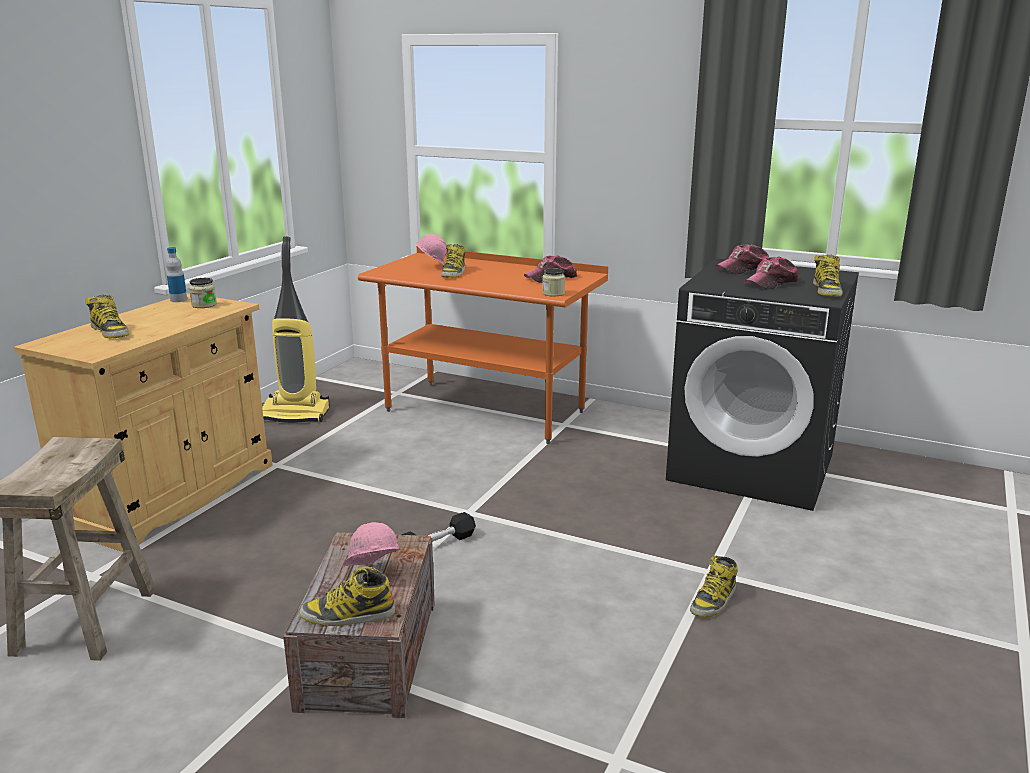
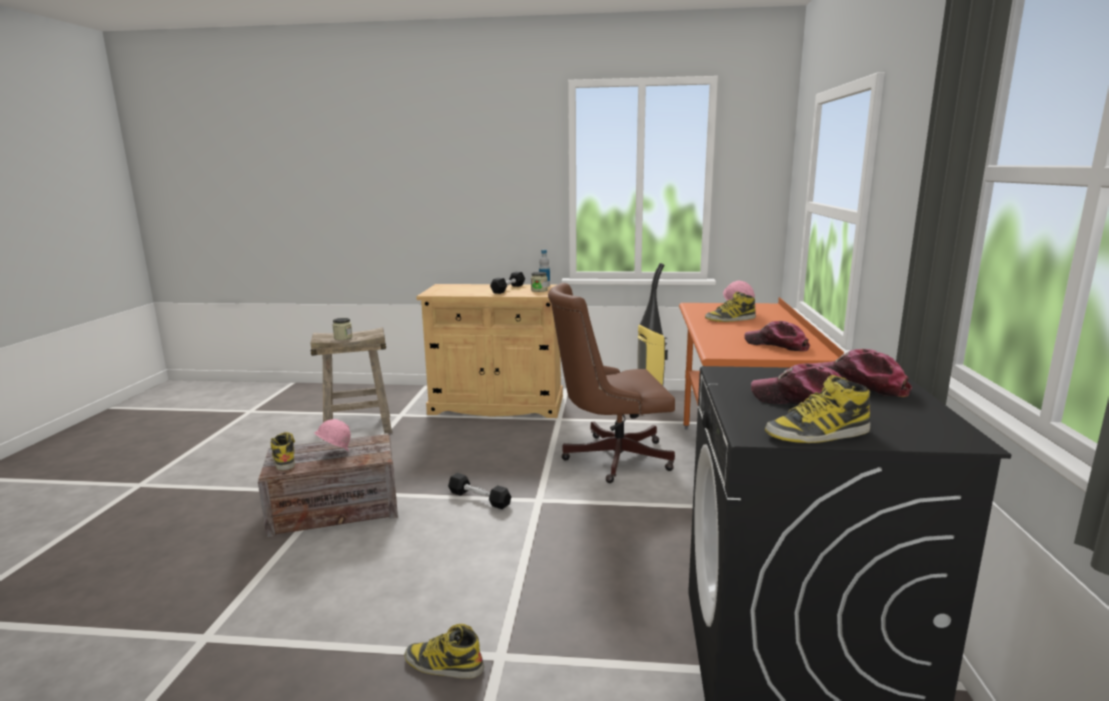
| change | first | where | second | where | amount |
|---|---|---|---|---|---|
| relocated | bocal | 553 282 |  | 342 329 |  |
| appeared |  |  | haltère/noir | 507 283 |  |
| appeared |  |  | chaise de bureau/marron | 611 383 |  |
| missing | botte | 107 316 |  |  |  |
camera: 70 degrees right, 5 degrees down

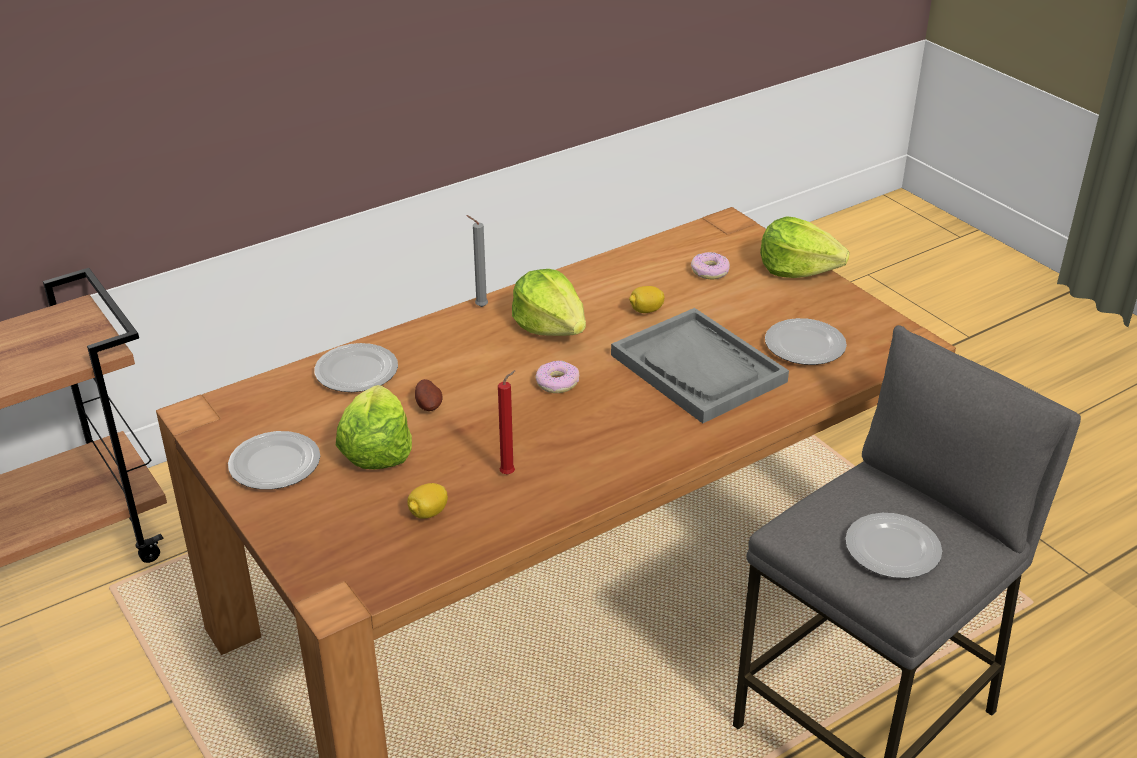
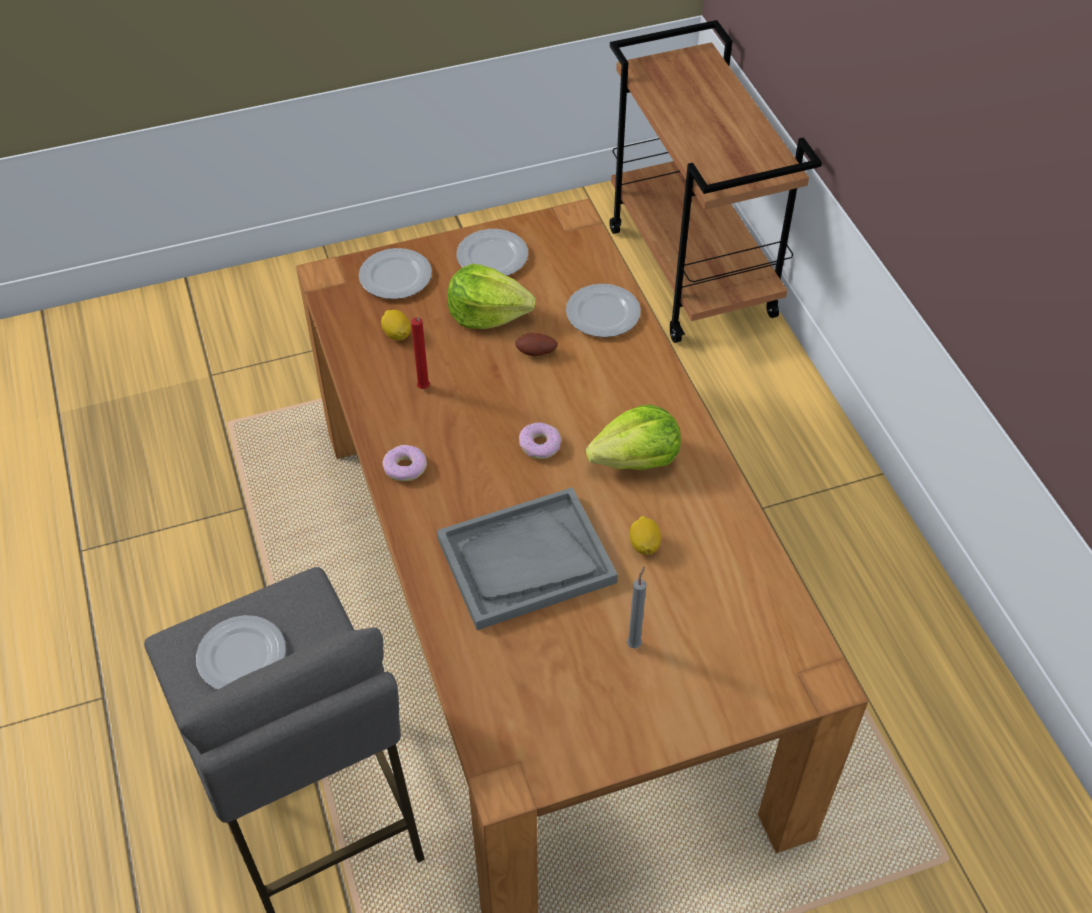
| change | first | where | second | where | amount |
|---|---|---|---|---|---|
| relocated | assiette | 806 341 |  | 395 273 |  |
| relocated | beignet | 710 265 |  | 405 463 |  |
| relocated | bougie/gris | 477 261 |  | 636 607 |  |
| missing | laitue | 805 247 |  |  |  |
camera: 105 degrees right, 15 degrees up

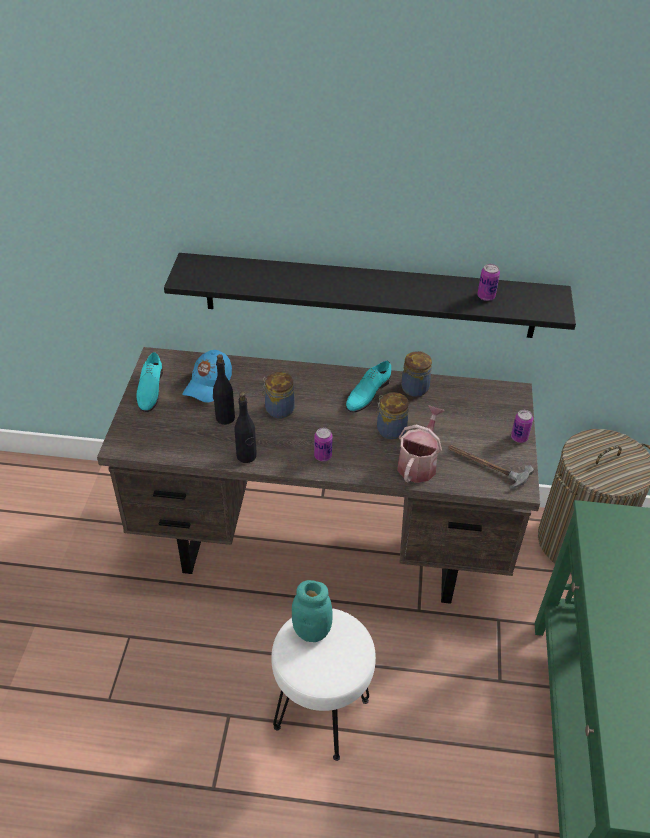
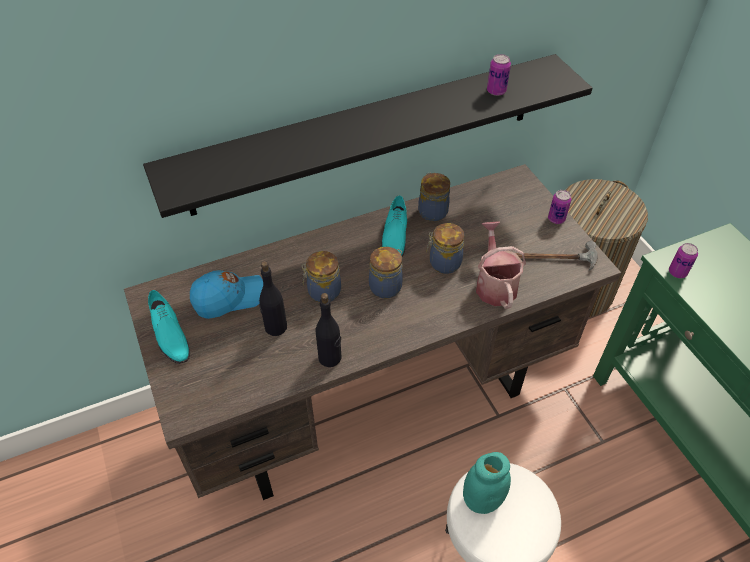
| change | first | where | second | where | amount |
|---|---|---|---|---|---|
| spun | casquette/bleu | 207 376 |  | 226 294 | 105 degrees counterclockwise |
| appeared |  |  | bocal | 386 272 |  |
| relocated | boîte métallique | 323 444 |  | 683 260 |  |
camera: 30 degrees left, 5 degrees up

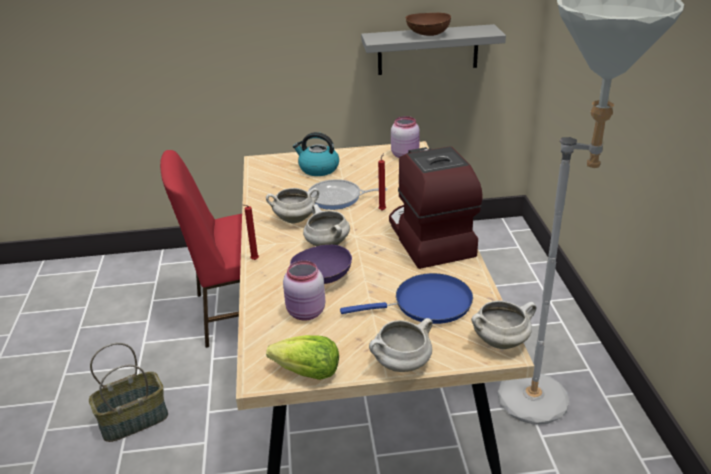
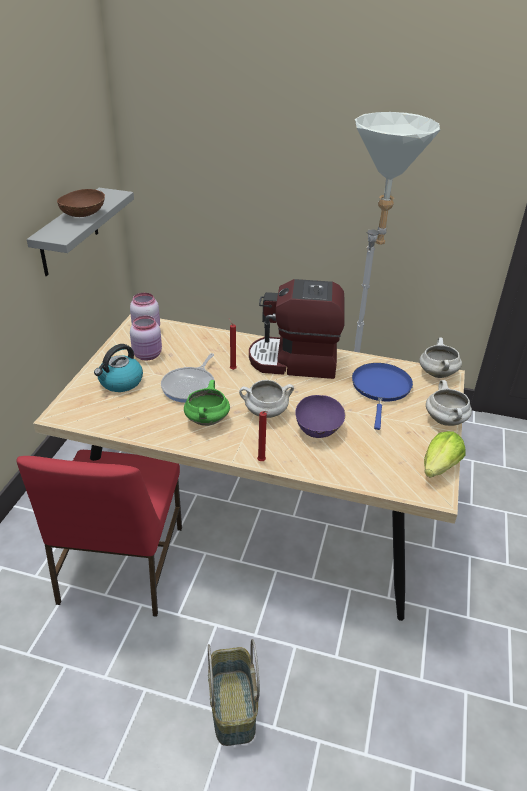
| change | first | where | second | where | amount |
|---|---|---|---|---|---|
| relocated | bocal/rose | 304 290 |  | 146 338 |  |
| colour | marmite/blanc | 292 206 | marmite/vert | 207 403 |  |
camera: 70 degrees left, 5 degrees up

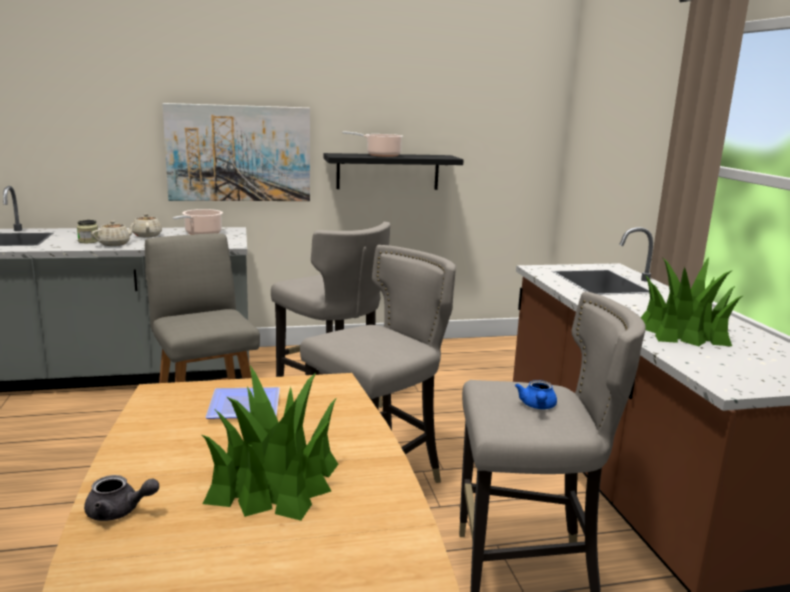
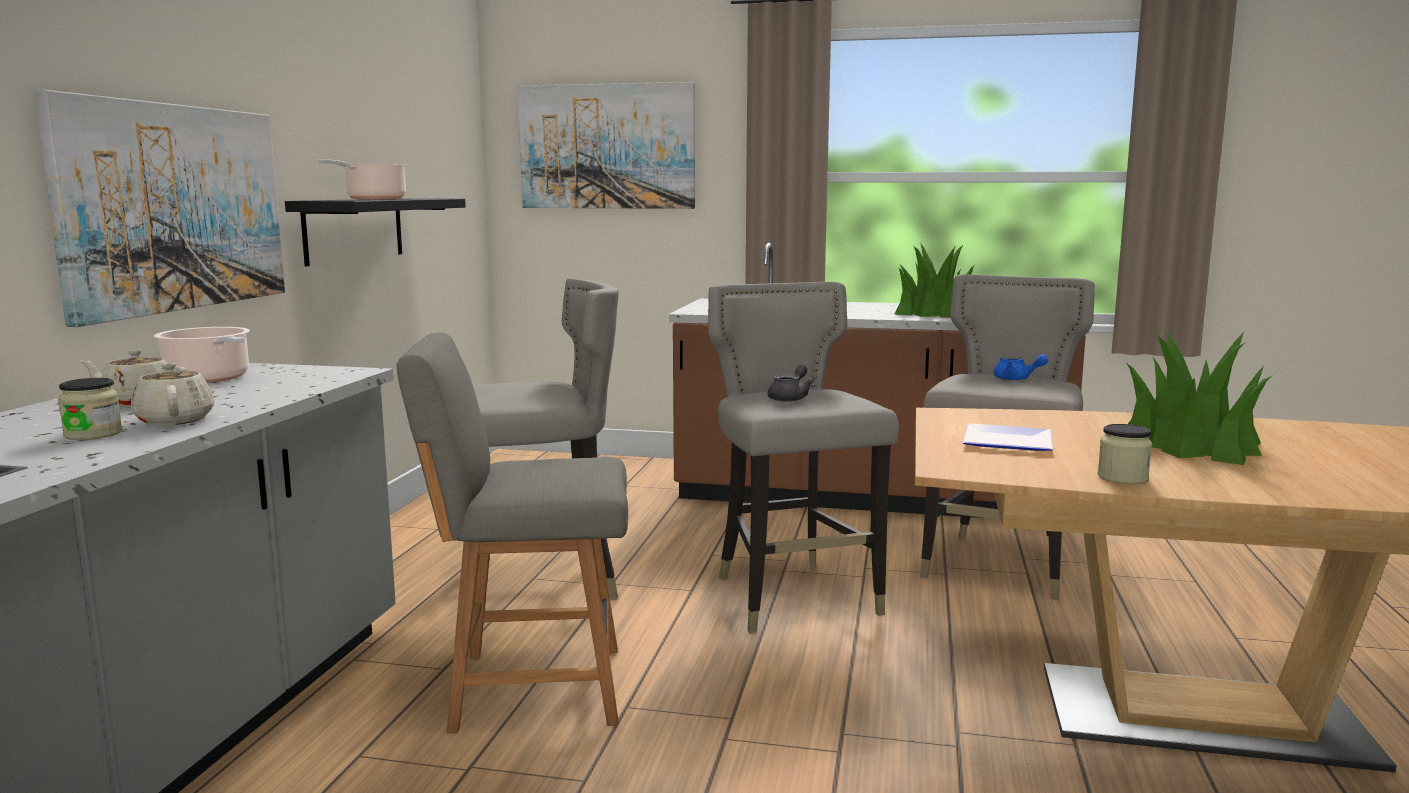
| change | first | where | second | where | amount |
|---|---|---|---|---|---|
| appeared |  |  | tableau | 606 145 |  |
| relocated | théière/gris | 121 498 |  | 791 383 |  |
| appeared |  |  | bocal | 1125 454 |  |
camera: 65 degrees left, 5 degrees down

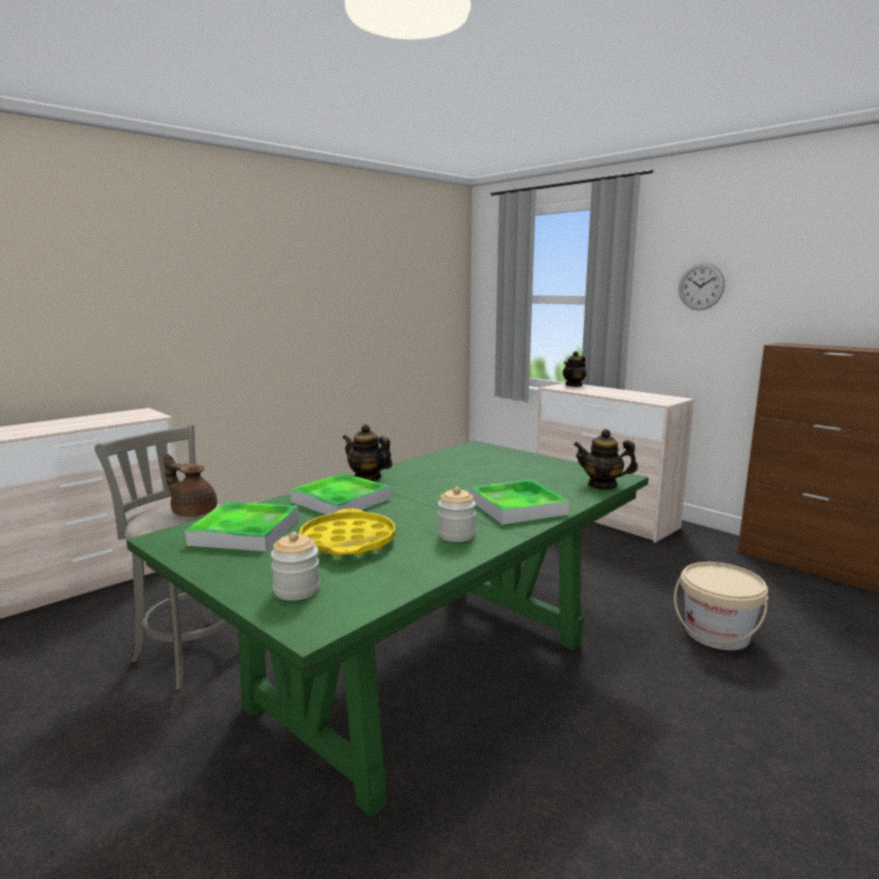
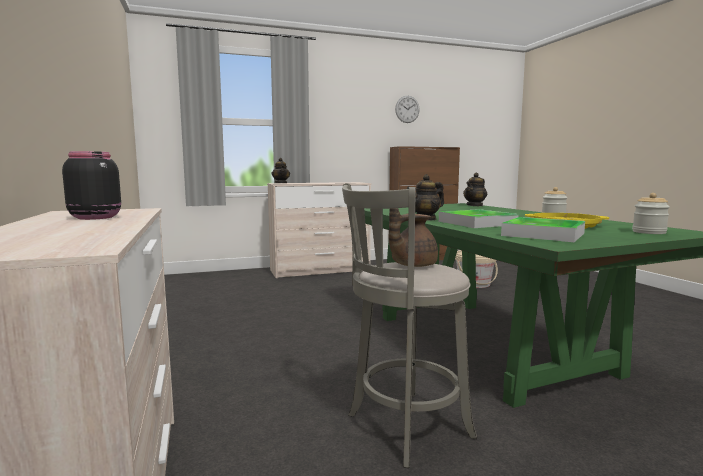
| change | first | where | second | where | amount |
|---|---|---|---|---|---|
| appeared |  |  | bocal/noir | 91 185 |  |
| relocated | horloge murale | 702 286 |  | 407 109 |  |
| missing | plateau | 519 502 |  |  |  |
camera: 65 degrees left, 5 degrees down

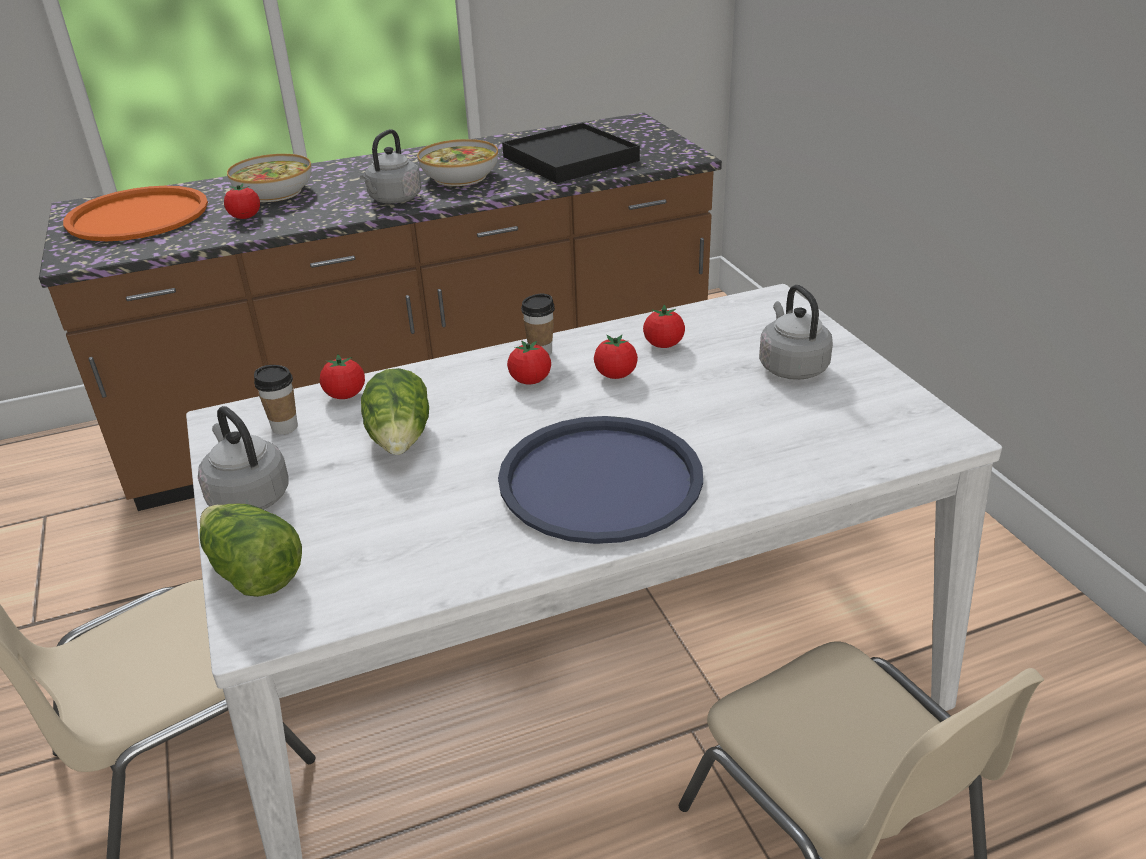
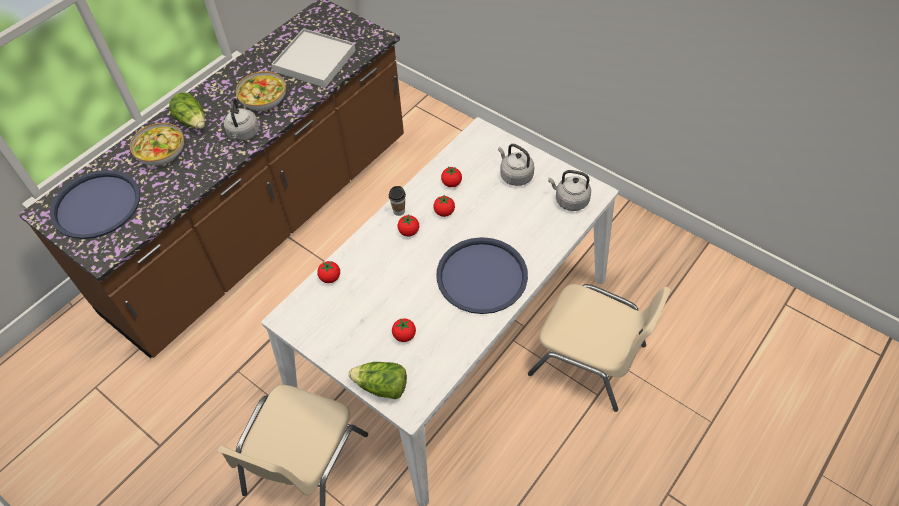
| change | first | where | second | where | amount |
|---|---|---|---|---|---|
| colour | plateau/orange | 135 213 | plateau/bleu | 95 204 |  |
| relocated | laitue | 395 411 |  | 187 110 |  |
| colour | plateau/noir | 571 153 | plateau/blanc | 313 58 |  |
| relocated | tomate | 242 201 |  | 404 330 |  |
| relocated | bouilloire/gris | 243 458 |  | 569 190 |  |
| missing | tasse | 276 399 |  |  |  |
camera: 30 degrees left, 20 degrees up

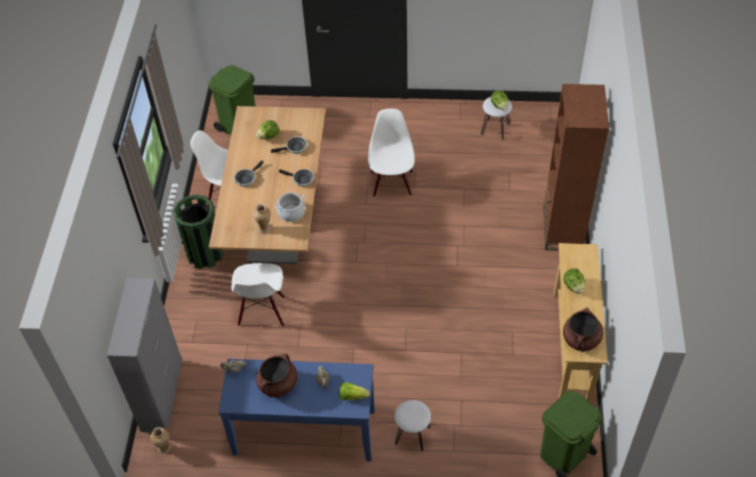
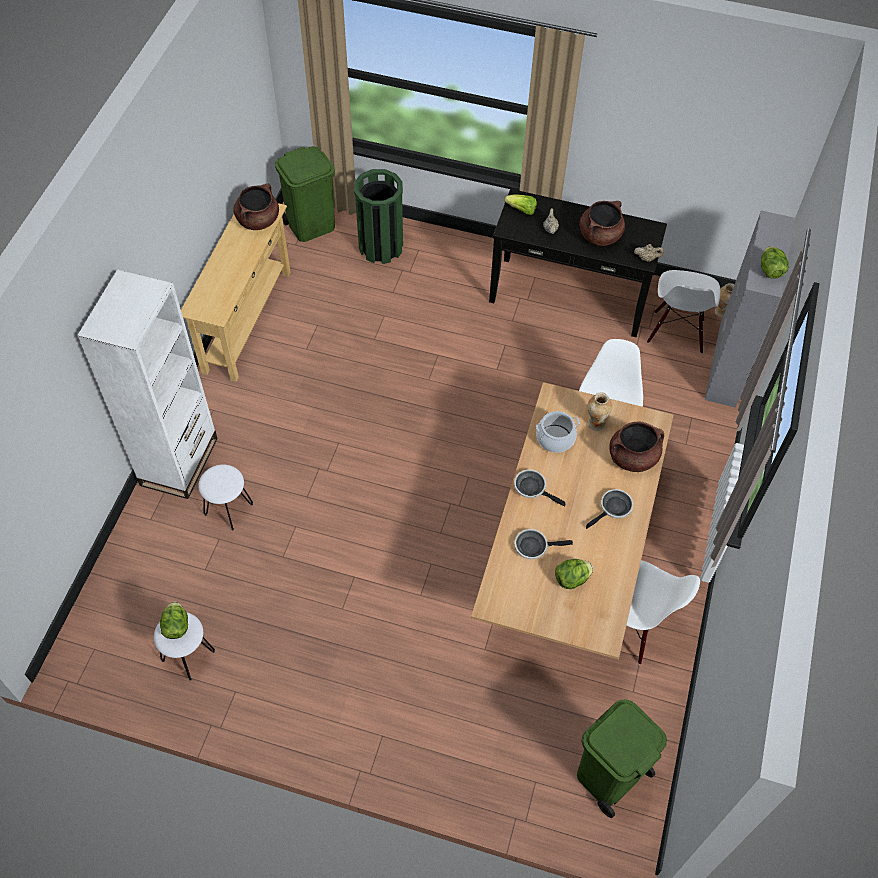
| change | first | where | second | where | amount |
|---|---|---|---|---|---|
| colour | bibliothèque/marron | 576 167 | bibliothèque/blanc | 147 384 |  |
| relocated | tabouret/blanc | 413 426 |  | 225 497 |  |
| relocated | poubelle/vert | 198 231 |  | 378 216 |  |
| colour | table console/bleu | 296 410 | table console/noir | 578 263 |  |
| appeared |  |  | marmite/marron | 636 446 |  |
| relocated | chaise/blanc | 391 153 |  | 684 312 |  |
| relocated | laitue | 574 281 |  | 775 262 |  |
camera: 170 degrees left, 5 degrees up

